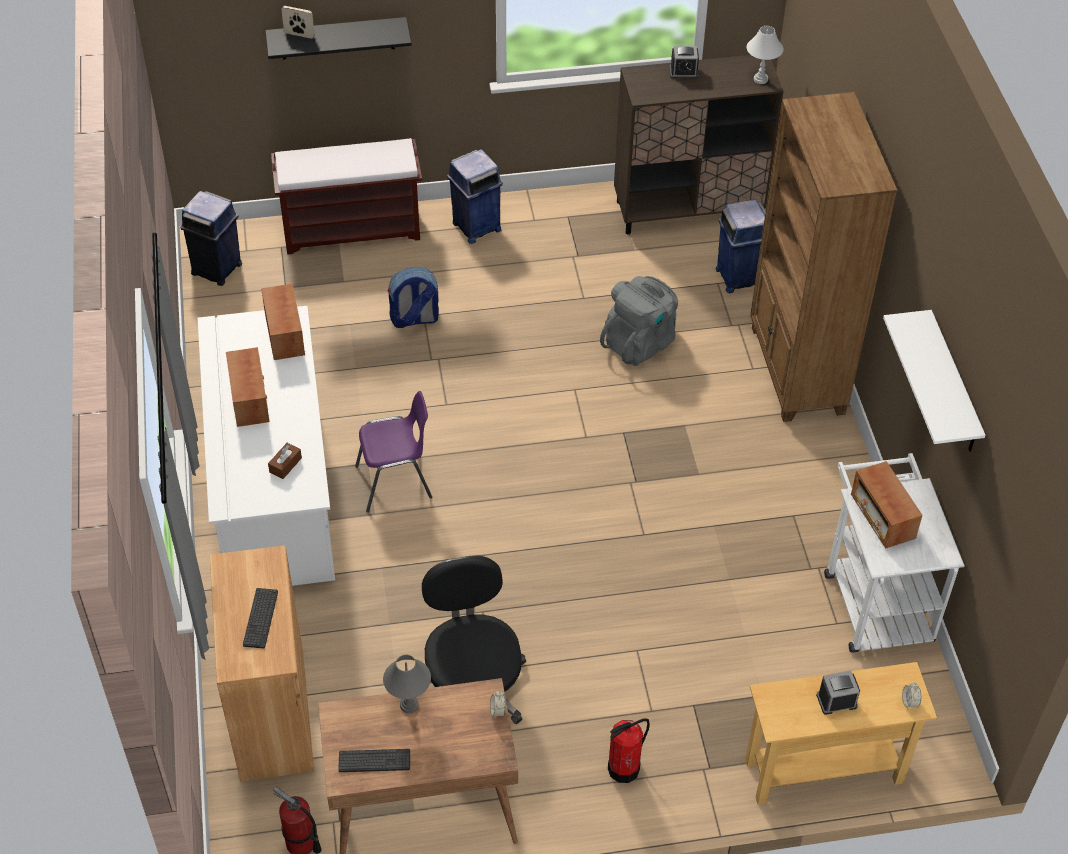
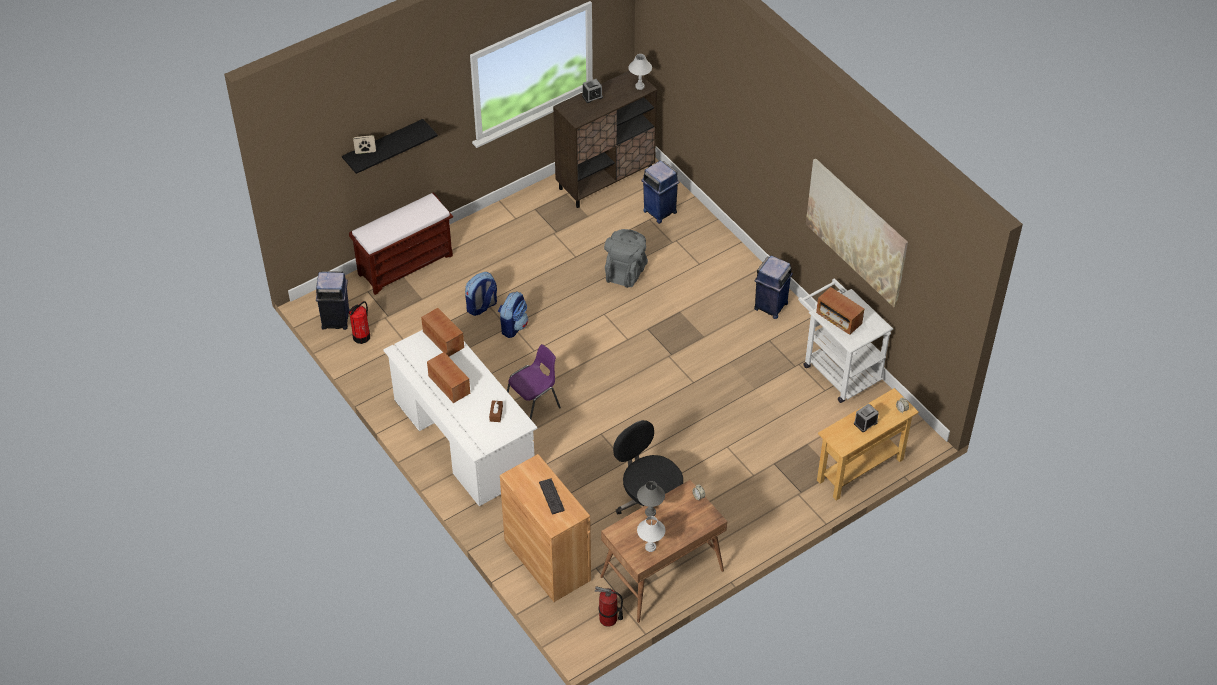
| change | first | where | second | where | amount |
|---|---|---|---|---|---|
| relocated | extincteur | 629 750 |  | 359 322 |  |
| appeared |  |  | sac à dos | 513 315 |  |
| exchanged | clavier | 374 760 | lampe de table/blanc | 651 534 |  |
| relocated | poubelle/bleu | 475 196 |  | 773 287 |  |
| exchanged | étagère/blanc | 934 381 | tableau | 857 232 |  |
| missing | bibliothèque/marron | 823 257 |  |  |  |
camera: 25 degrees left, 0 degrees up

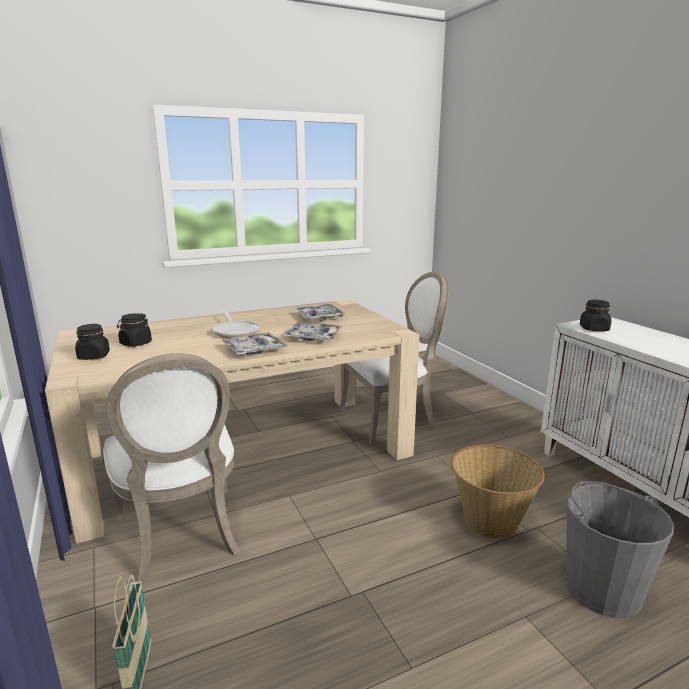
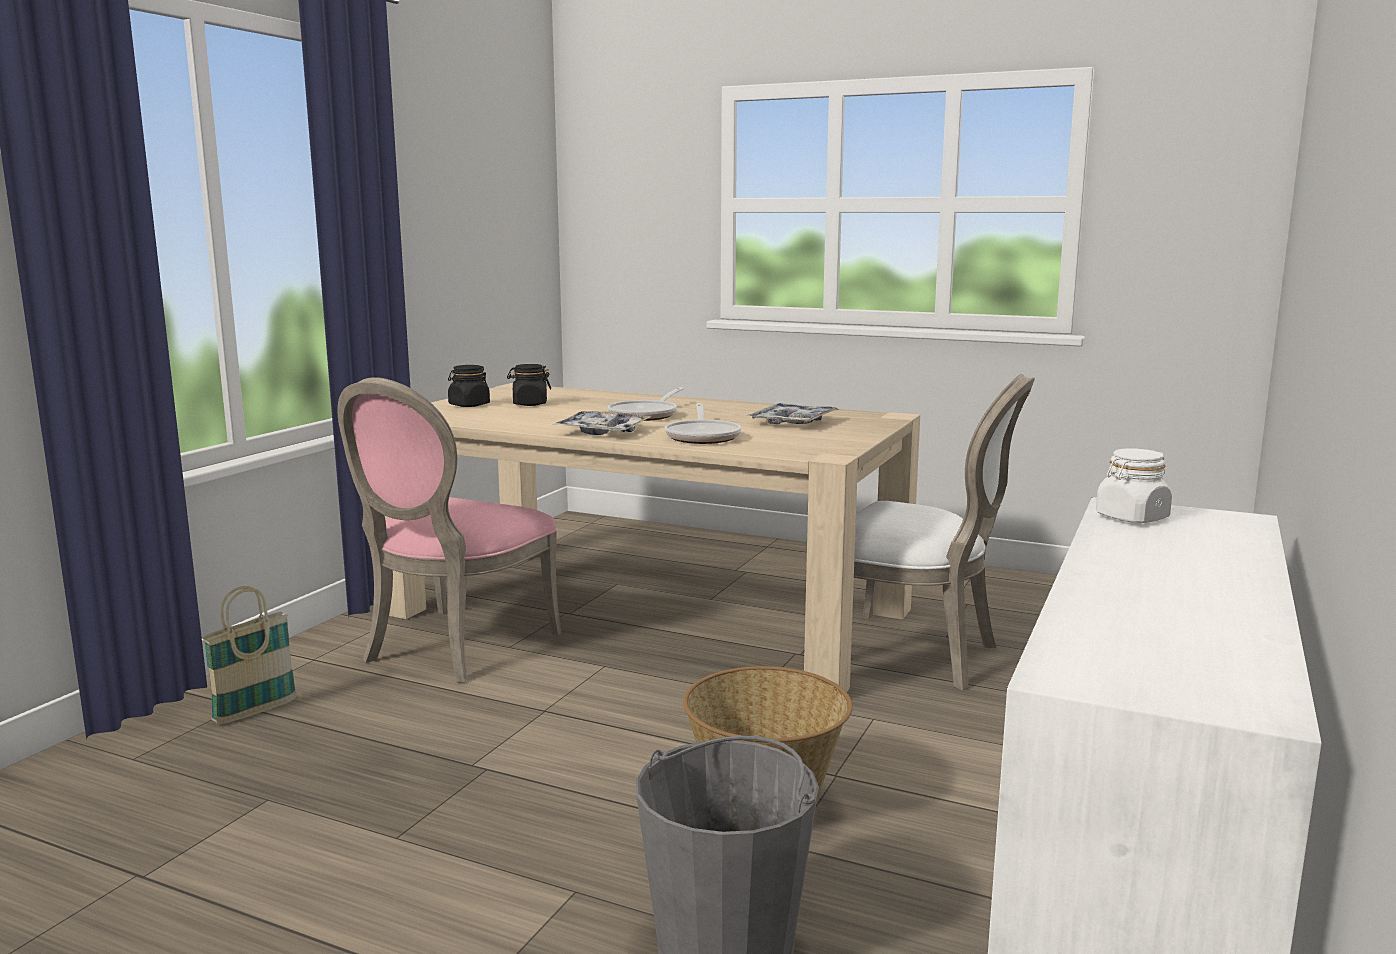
| change | first | where | second | where | amount |
|---|---|---|---|---|---|
| colour | chaise/blanc | 171 468 | chaise/rose | 449 530 |  |
| exchanged | plateau | 312 331 | poêle | 703 423 |  |
| colour | bocal/noir | 595 315 | bocal/blanc | 1134 485 |  |
camera: 50 degrees right, 5 degrees down

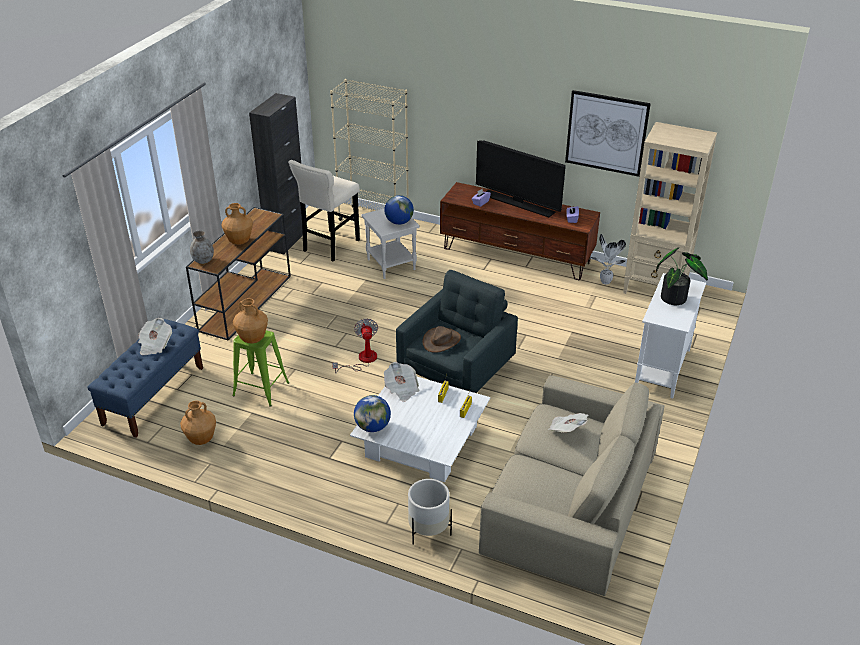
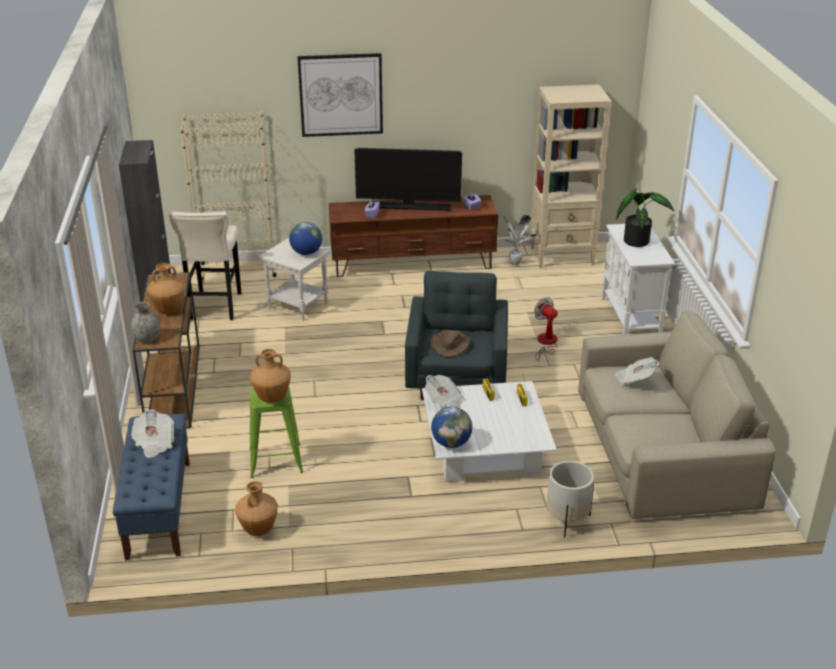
| change | first | where | second | where | amount |
|---|---|---|---|---|---|
| relocated | tableau | 608 133 |  | 340 95 |  |
| relocated | ventilateur | 355 345 |  | 546 329 |  |
camera: 30 degrees left, 5 degrees down

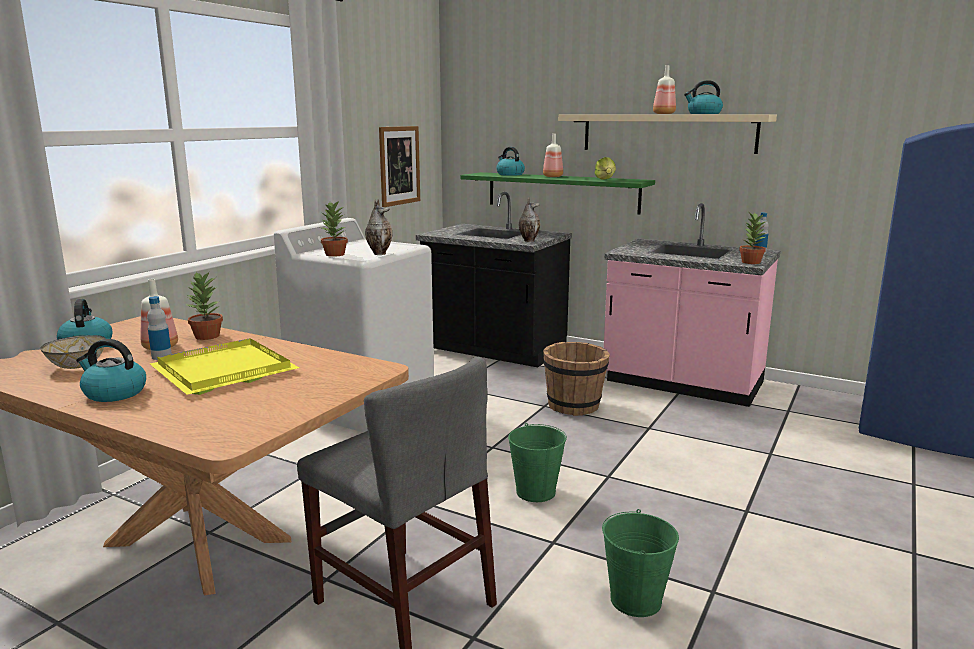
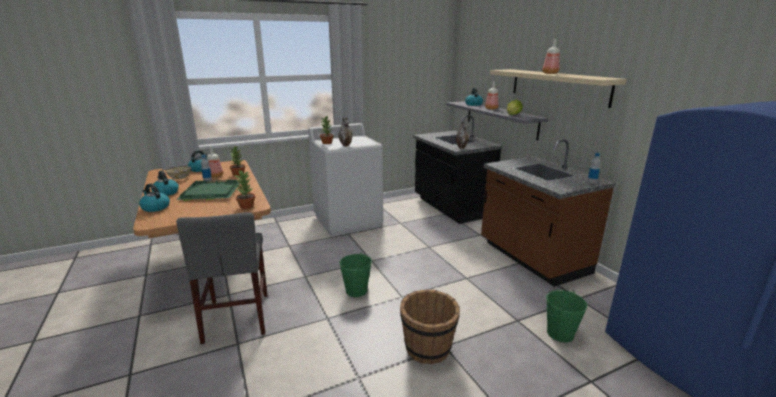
| change | first | where | second | where | amount |
|---|---|---|---|---|---|
| relocated | bouilloire | 703 97 |  | 154 198 |  |
| colour | plateau/jaune | 224 366 | plateau/vert | 208 190 |  |
| relocated | plante en pot | 753 238 |  | 245 189 |  |
| relocated | seau/marron | 576 378 |  | 430 326 |  |
| colour | étagère/vert | 558 193 | étagère/gris | 497 120 |  |
| colour | comptoir de cuisine/rose | 692 305 | comptoir de cuisine/marron | 548 213 |  |
| relocated | seau/vert | 640 563 |  | 566 316 |  |
| missing | tableau | 399 166 |  |  |  |
camera: 35 degrees right, 5 degrees up

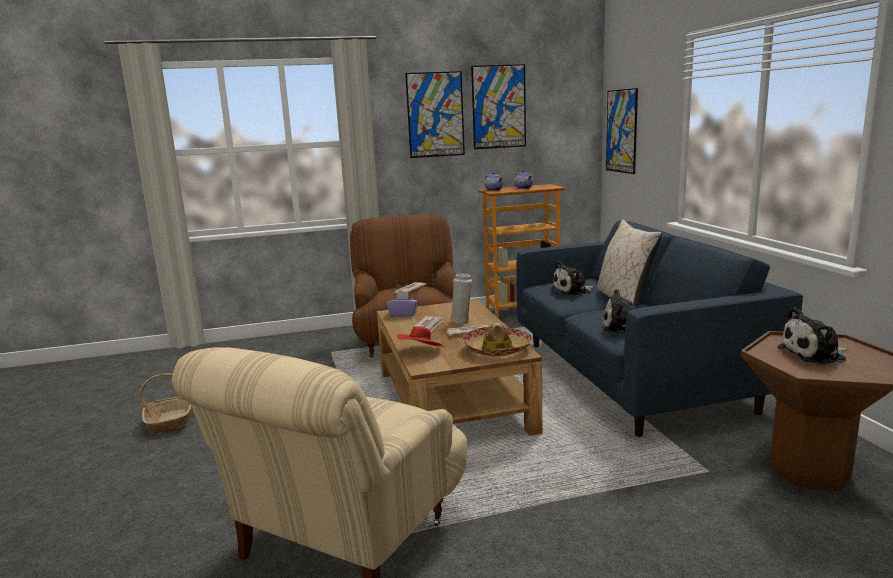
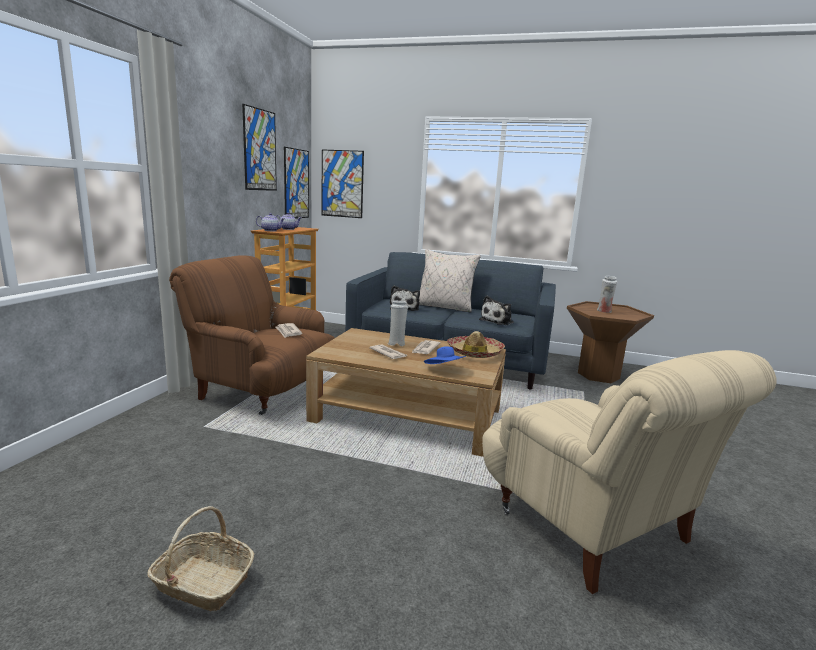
| change | first | where | second | where | amount |
|---|---|---|---|---|---|
| relocated | tableau | 435 114 |  | 296 182 |  |
| colour | chapeau/rouge | 420 336 | chapeau/bleu | 445 355 |  |
| exchanged | peluche | 812 336 | vase/blanc | 607 294 |  |
| missing | boîte à mouchoirs/violet | 402 304 |  |  |  |
camera: 60 degrees left, 0 degrees up

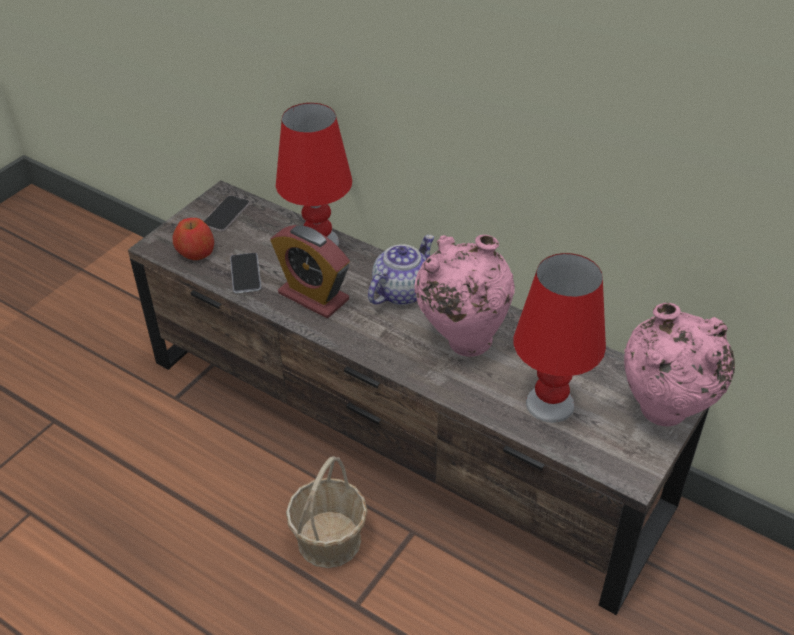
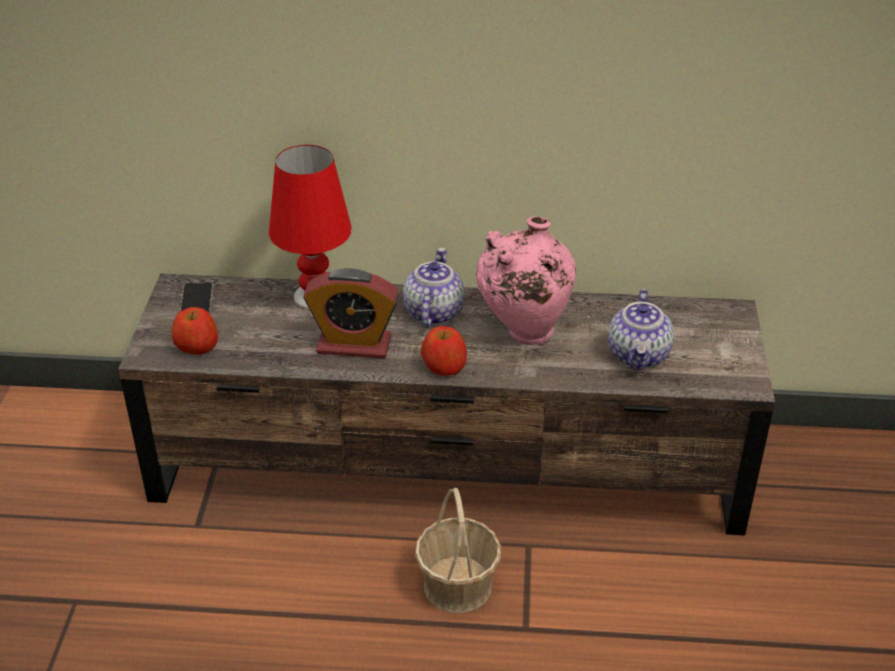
| change | first | where | second | where | amount |
|---|---|---|---|---|---|
| appeared |  |  | pomme | 444 351 |  |
| exchanged | lampe de table/rouge | 559 338 | théière | 641 330 |  |
| missing | téléphone | 245 273 |  |  |  |
| missing | vase/rose | 679 364 |  |  |  |
camera: 30 degrees left, 5 degrees down

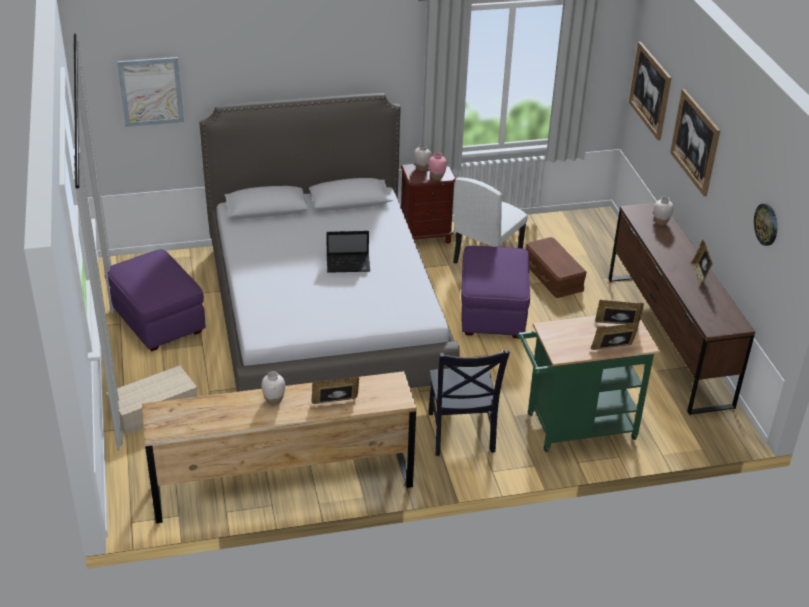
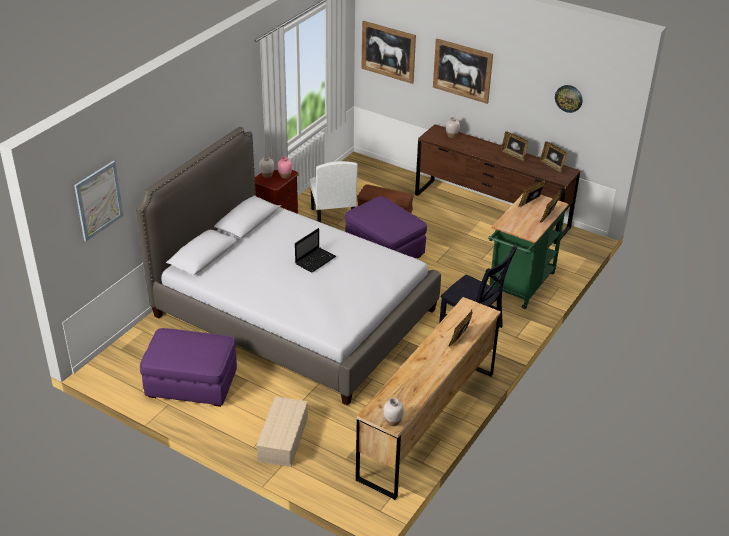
| change | first | where | second | where | amount |
|---|---|---|---|---|---|
| relocated | vase/blanc | 273 388 |  | 394 412 |  |
| appeared |  |  | cadre photo | 553 157 |  |
camera: 45 degrees left, 0 degrees up

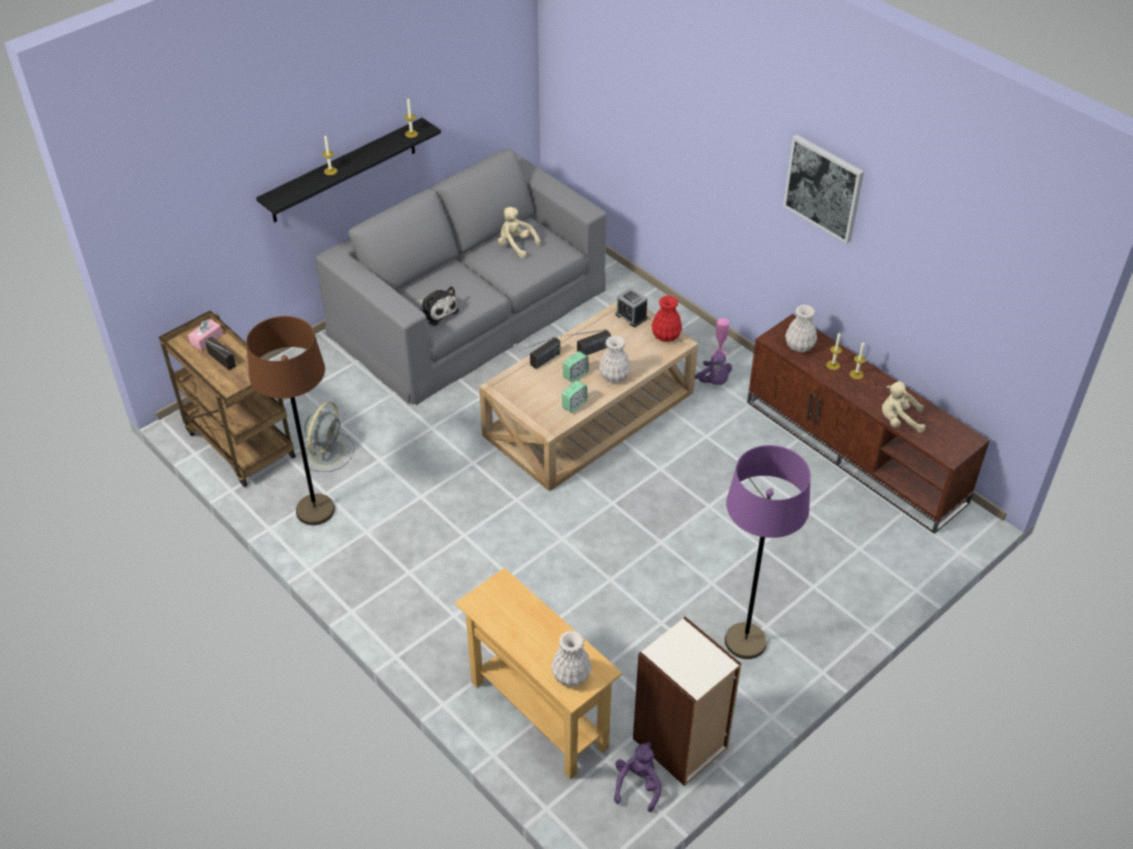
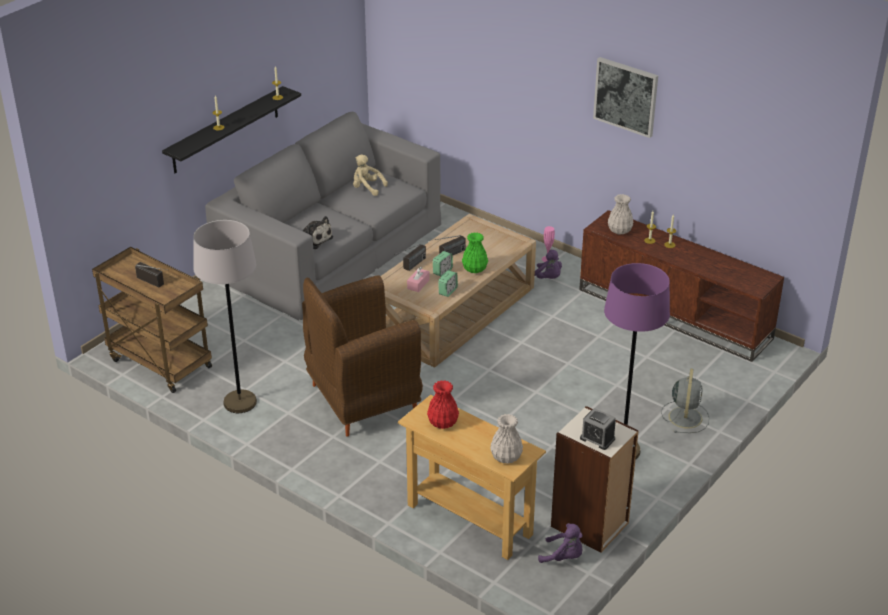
| change | first | where | second | where | amount |
|---|---|---|---|---|---|
| colour | lampadaire/marron | 290 420 | lampadaire/gris | 225 316 |  |
| appeared |  |  | fauteuil/marron | 362 356 |  |
| relocated | boîte à mouchoirs/rose | 205 334 |  | 418 279 |  |
| relocated | vase/rouge | 667 318 |  | 443 404 |  |
| colour | vase/blanc | 614 359 | vase/vert | 475 252 |  |
| spun | peluche/violet | 638 777 |  | 560 543 | 105 degrees clockwise |
| relocated | réveil | 631 307 |  | 598 429 |  |
| relocated | ventilateur/gris | 329 437 |  | 685 401 |  |
| missing | peluche/beige | 904 407 |  |  |  |
camera: 10 degrees left, 10 degrees down

